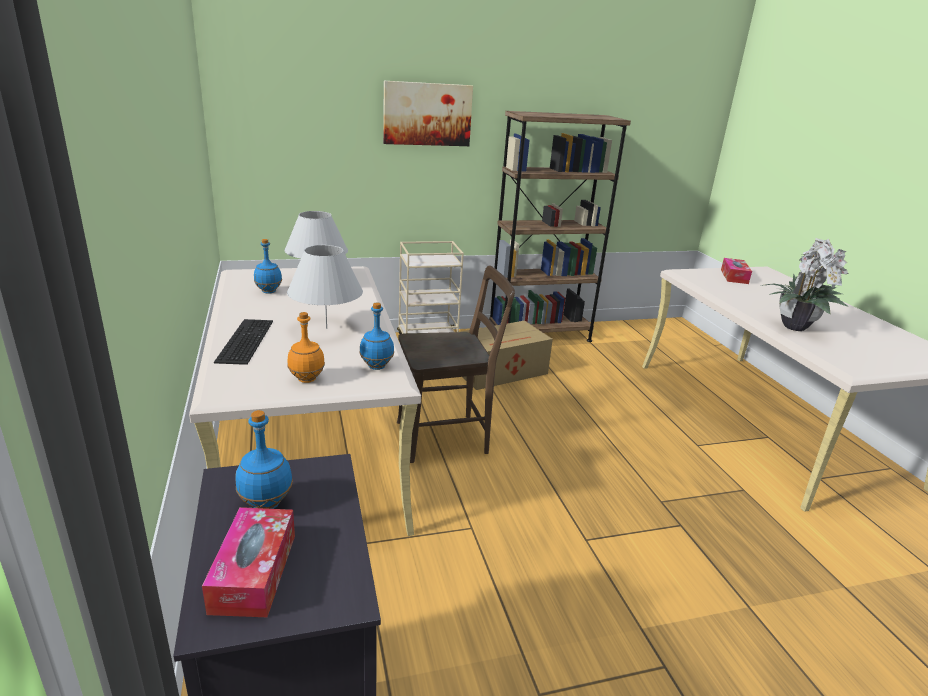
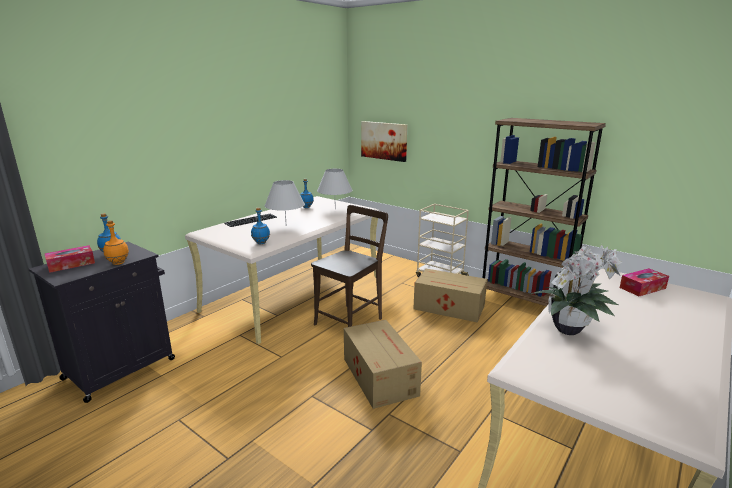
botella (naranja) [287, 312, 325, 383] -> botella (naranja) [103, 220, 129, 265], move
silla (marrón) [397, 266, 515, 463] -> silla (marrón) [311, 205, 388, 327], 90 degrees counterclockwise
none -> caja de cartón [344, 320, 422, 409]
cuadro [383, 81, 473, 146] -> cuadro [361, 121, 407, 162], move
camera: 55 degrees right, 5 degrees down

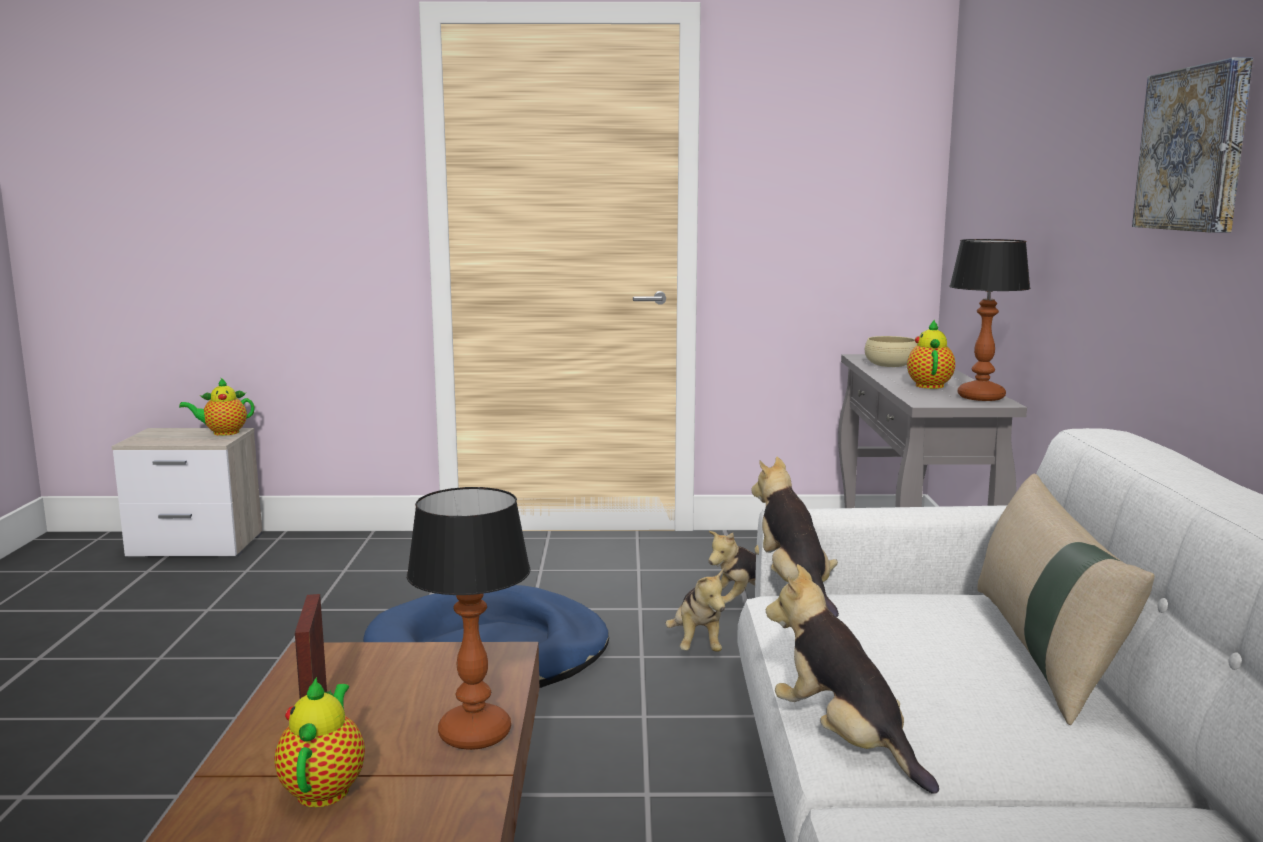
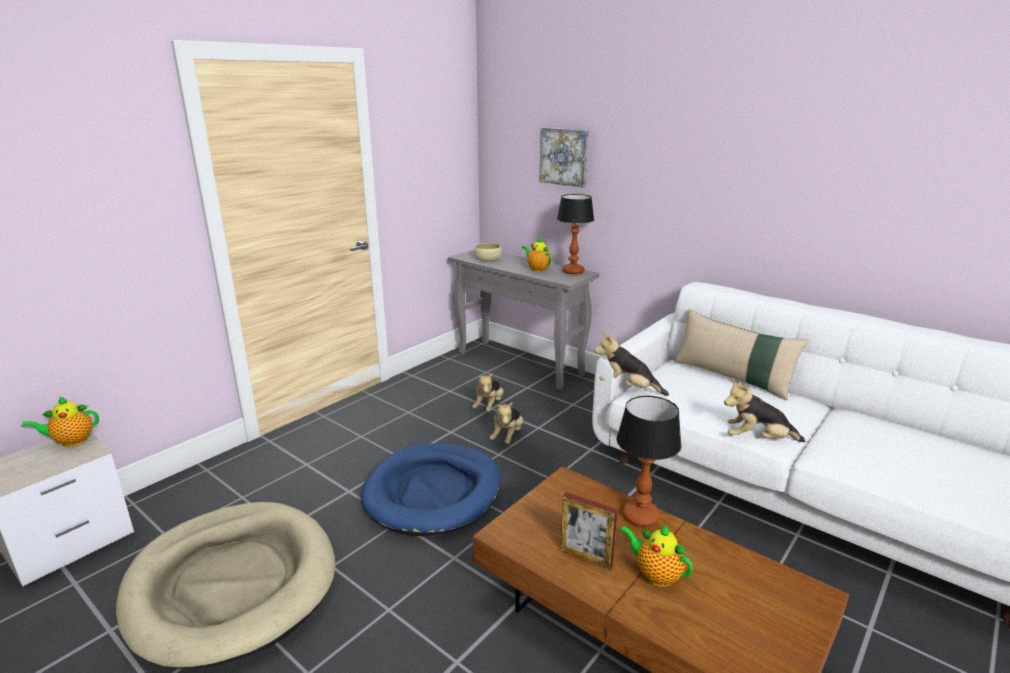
tetera [179, 378, 254, 436] -> tetera [21, 396, 99, 447], 45 degrees clockwise
none -> cama para perro (beis) [116, 502, 336, 669]
peluche [666, 568, 725, 652] -> peluche [490, 402, 523, 444], 75 degrees clockwise
cuadro [1132, 58, 1253, 233] -> cuadro [539, 128, 589, 187], move
camera: 50 degrees left, 10 degrees up

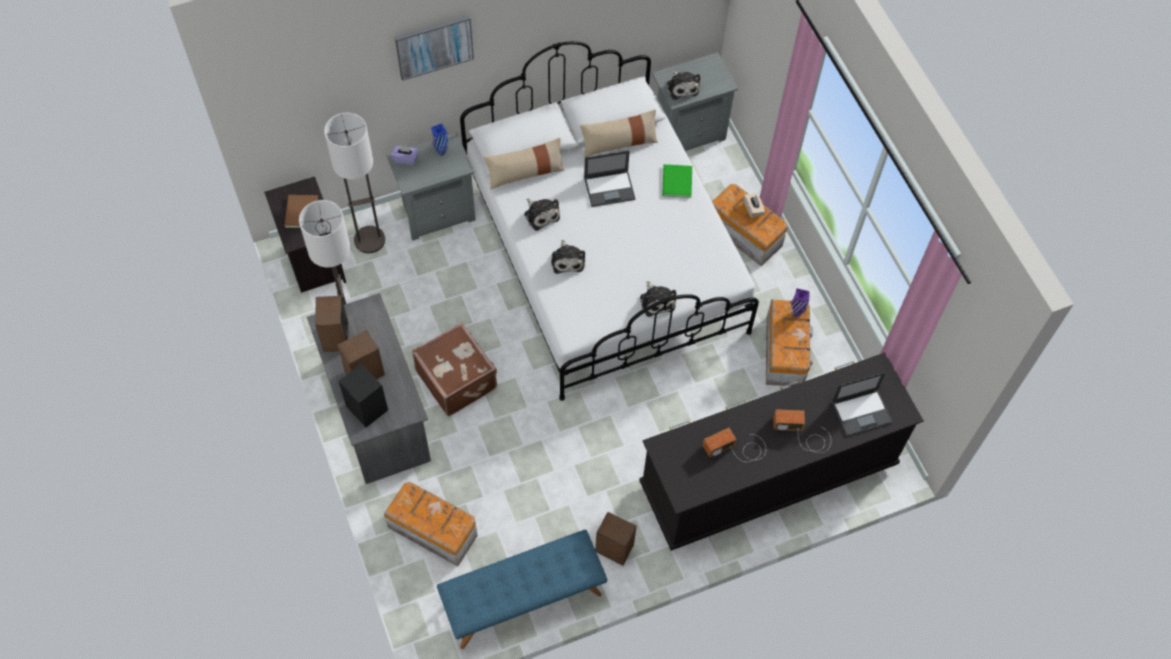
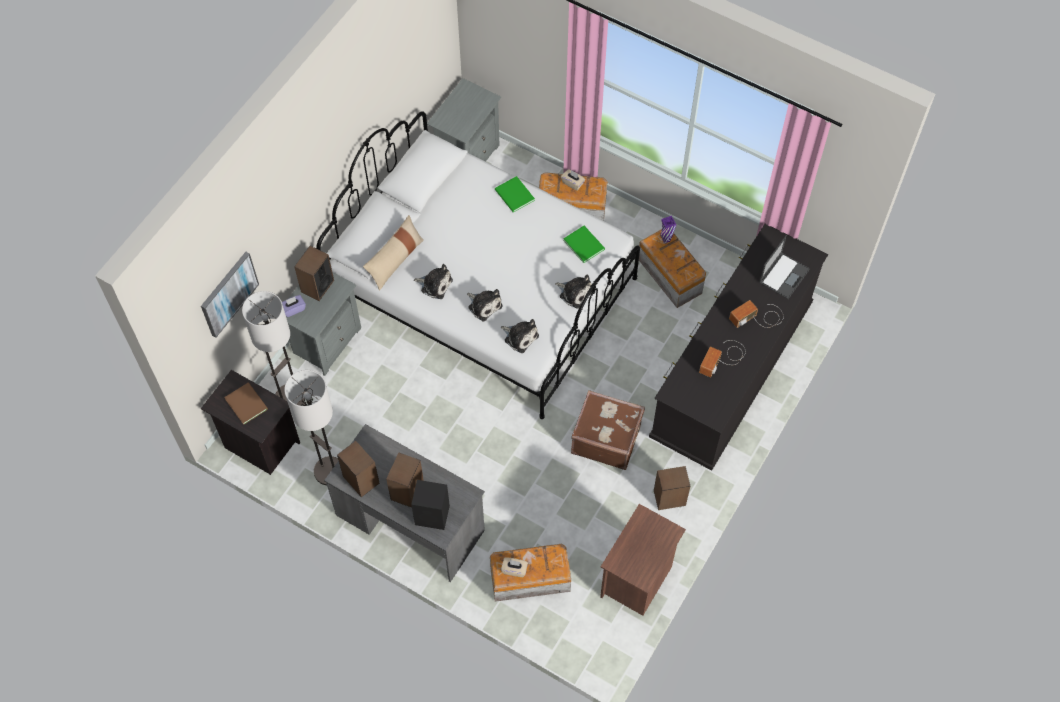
cuadro [395, 15, 474, 81] -> cuadro [201, 252, 259, 338], move
florero (azul) [431, 123, 448, 156] -> altavoz [294, 246, 334, 301]
peluche [667, 70, 700, 100] -> peluche [501, 319, 539, 353], move
none -> caja de pañuelos (beis) [501, 558, 528, 577]
none -> libro (verde) [563, 226, 605, 263]
maleta (marrón) [412, 322, 497, 416] -> maleta (marrón) [571, 390, 645, 470], move
banco (azul) [437, 529, 608, 649] -> mesita de noche (marrón) [600, 504, 686, 616]
cojín (beis) [580, 109, 658, 158] -> none
portátil [584, 151, 635, 207] -> none
camera: 35 degrees left, 0 degrees up

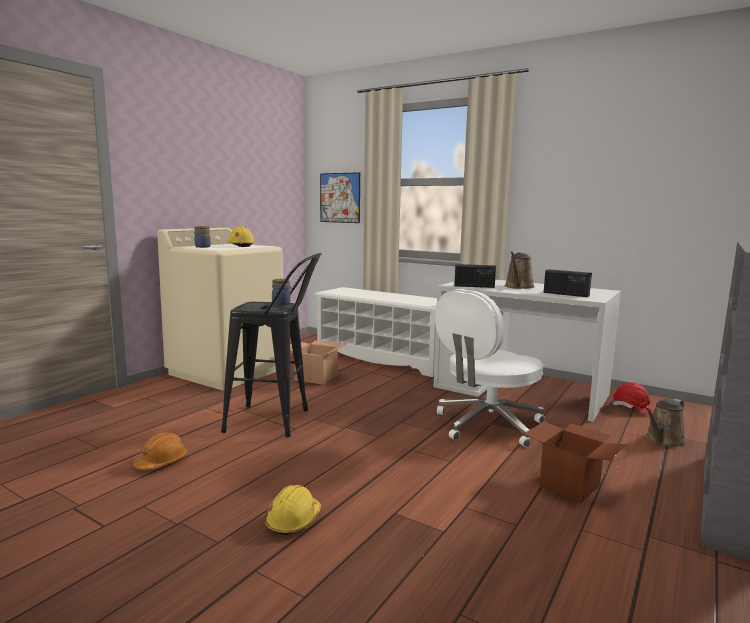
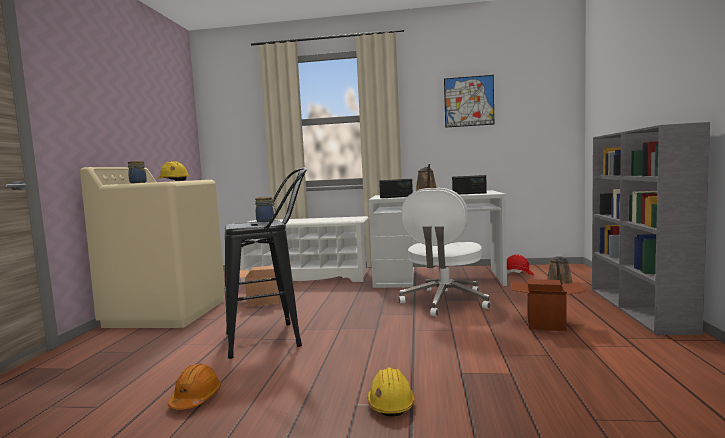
cuadro [320, 172, 360, 223] -> cuadro [444, 75, 494, 128], move
camera: 25 degrees left, 5 degrees down

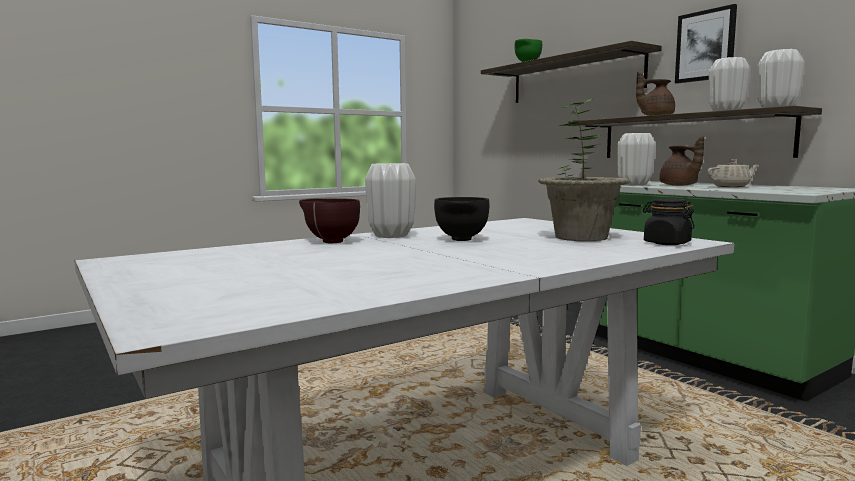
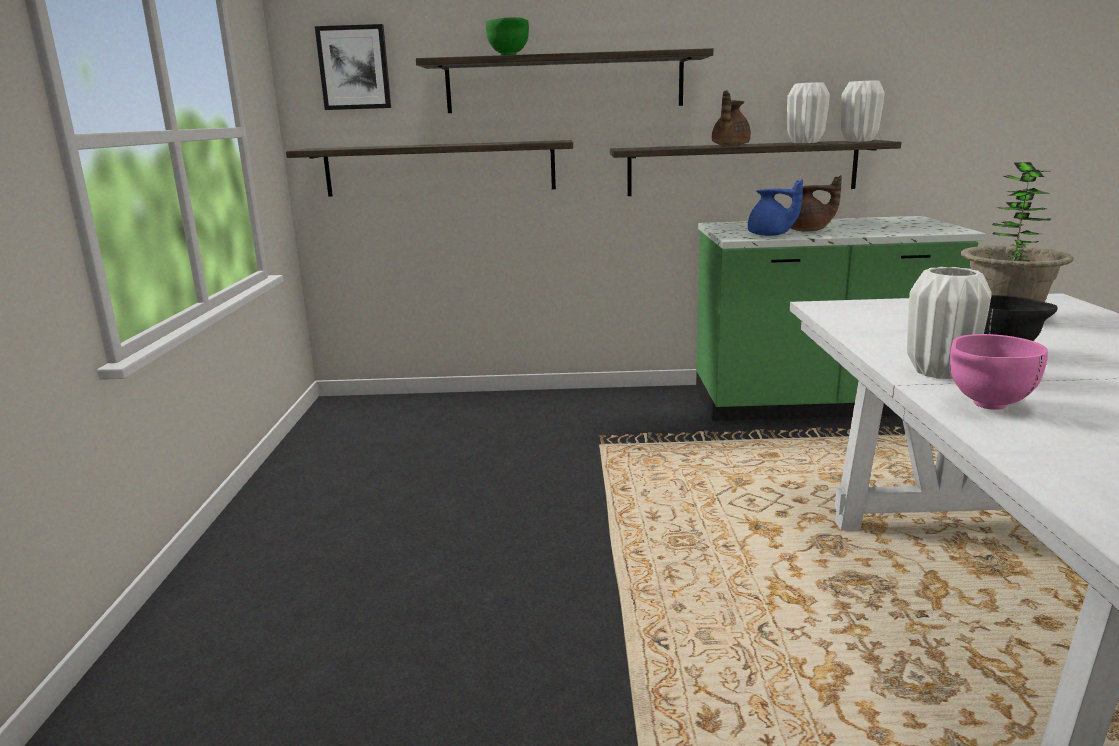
none -> estante [286, 140, 573, 197]
cuadro [675, 4, 737, 84] -> cuadro [315, 24, 391, 110], move
florero (blanco) [617, 133, 656, 185] -> tetera (azul) [748, 179, 803, 236]
cuenco (marrón) [299, 199, 360, 243] -> cuenco (rosa) [950, 334, 1048, 410]
tarro (negro) [643, 199, 695, 245] -> none
tetera (beis) [707, 159, 758, 187] -> none
camera: 55 degrees left, 10 degrees up

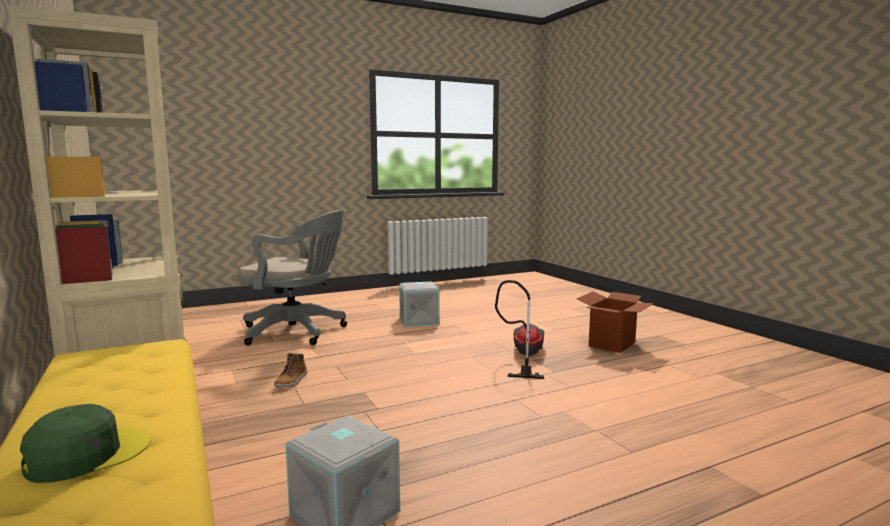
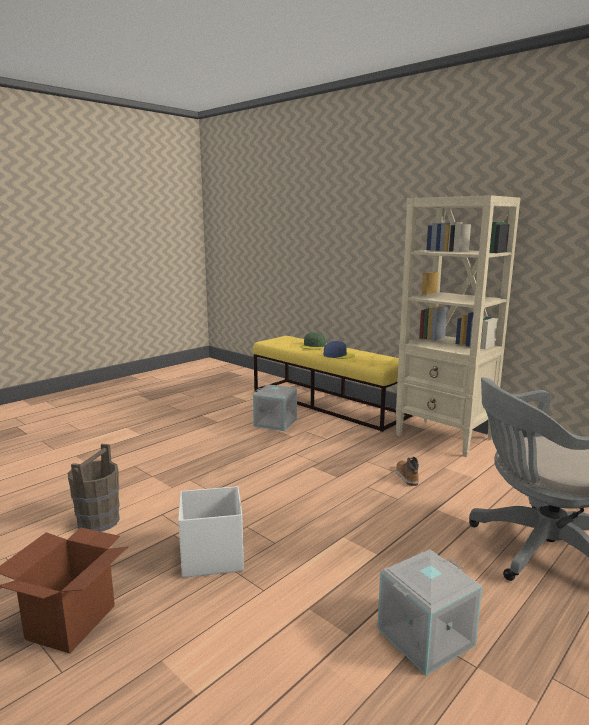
none -> cubo (marrón) [68, 444, 120, 532]
aspiradora [495, 280, 544, 379] -> caja de almacenaje (blanco) [178, 486, 244, 578]
none -> gorra (azul) [323, 341, 355, 359]
camera: 160 degrees right, 5 degrees up

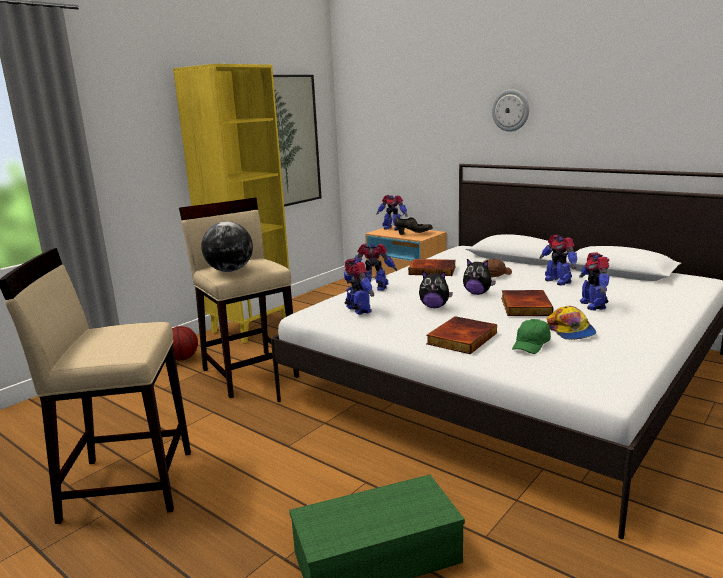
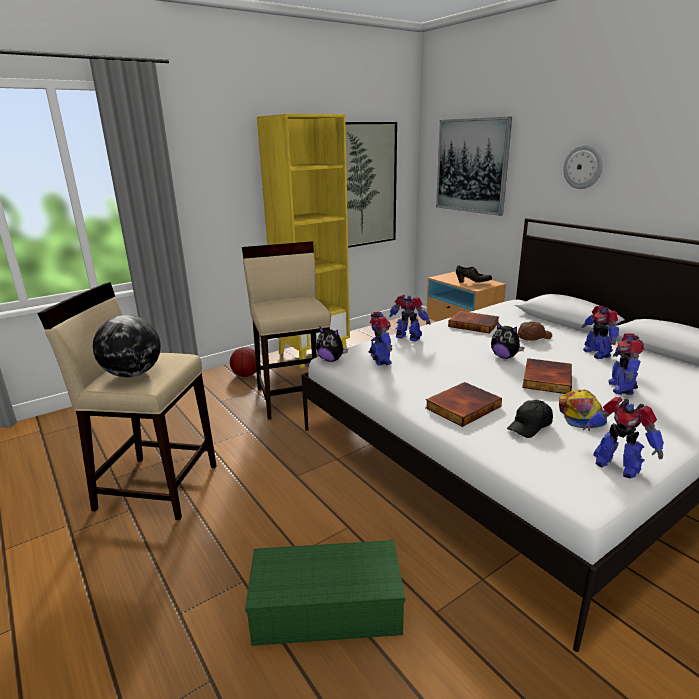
globo terráqueo [201, 221, 253, 272] -> globo terráqueo [93, 315, 161, 377], move
peluche [419, 271, 453, 308] -> peluche [316, 326, 348, 362], move
none -> cuadro [436, 117, 512, 216]
gorra (verde) [512, 319, 551, 354] -> gorra (negro) [507, 400, 553, 438]
robot de juguete [376, 195, 407, 230] -> robot de juguete [583, 397, 664, 479], move
camera: 15 degrees right, 5 degrees up

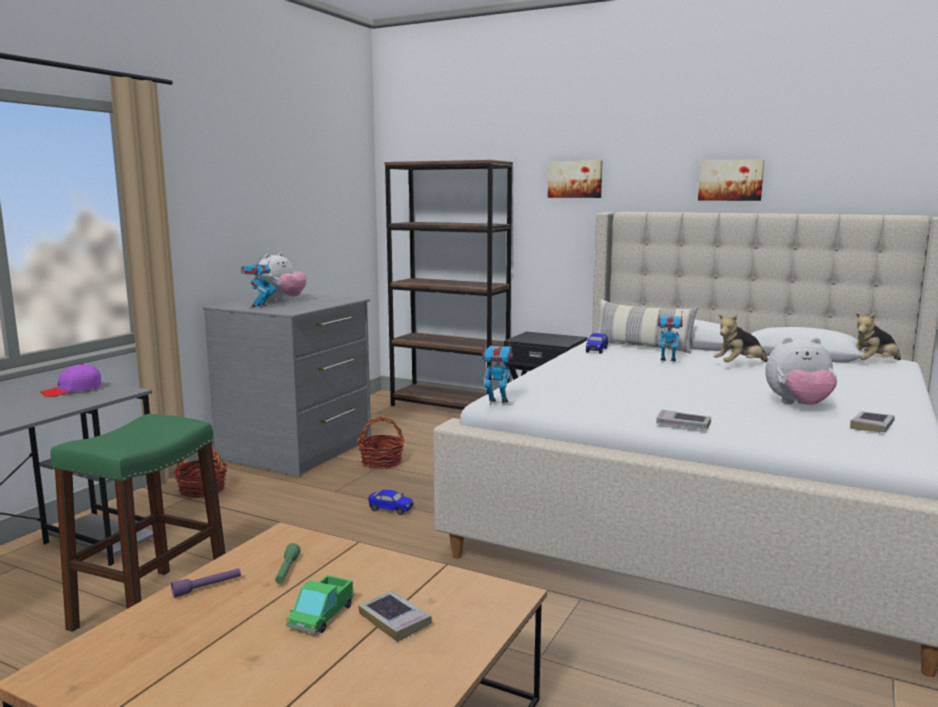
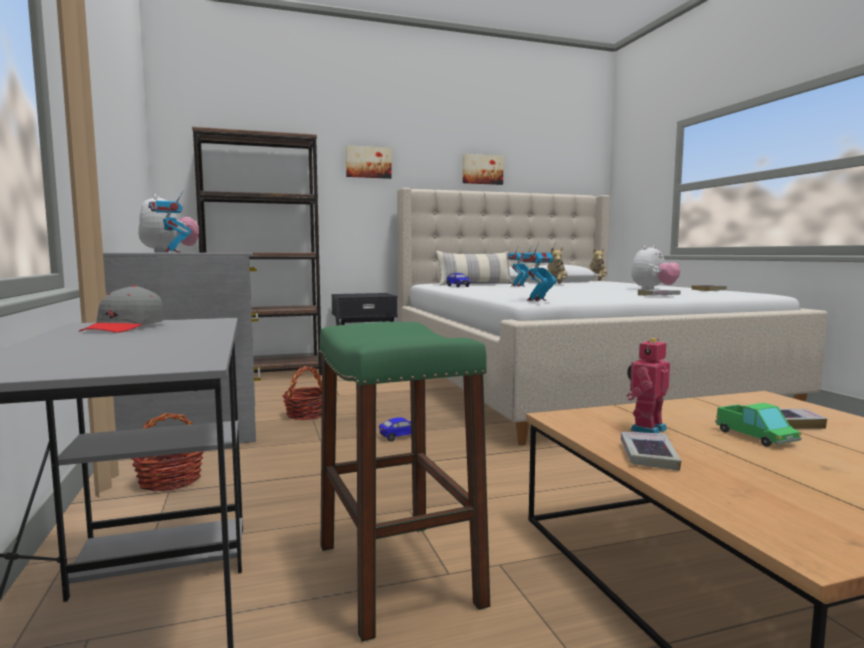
gorra (morado) [40, 364, 102, 397] -> gorra (gris) [79, 285, 164, 333]
linterna (morado) [171, 568, 241, 598] -> libro [621, 432, 681, 471]
linterna (verde) [275, 543, 301, 584] -> robot de juguete [627, 338, 670, 433]
camera: 45 degrees left, 5 degrees down

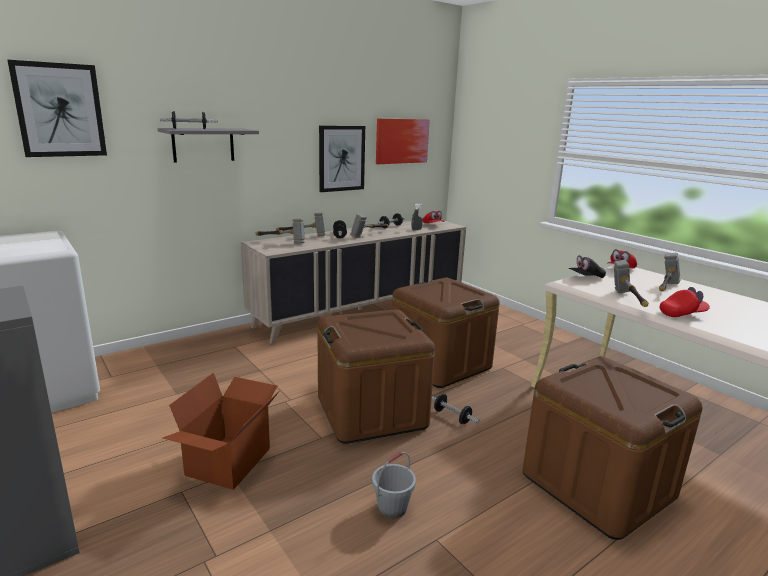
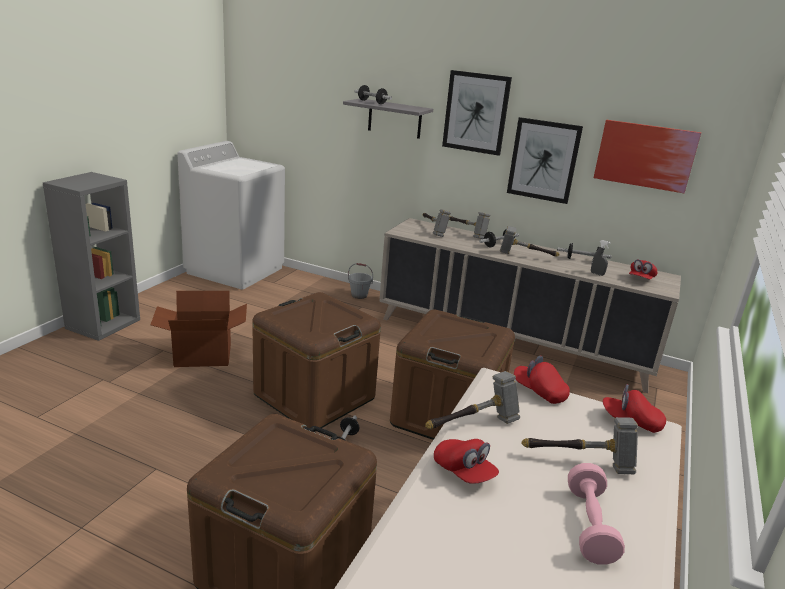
cubo (gris) [372, 452, 416, 518] -> cubo (gris) [348, 263, 373, 299], move
cuadro [7, 60, 107, 157] -> cuadro [442, 70, 512, 156], move
gorra (negro) [569, 255, 606, 278] -> gorra (rojo) [514, 356, 570, 404]
none -> mancuerna (rosa) [568, 463, 625, 565]
camera: 60 degrees right, 5 degrees up

